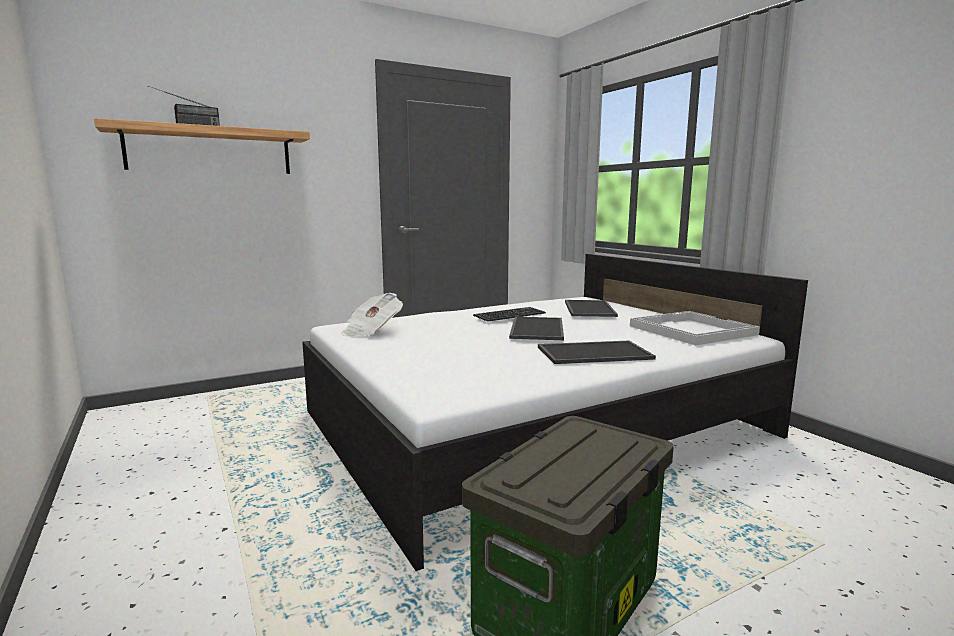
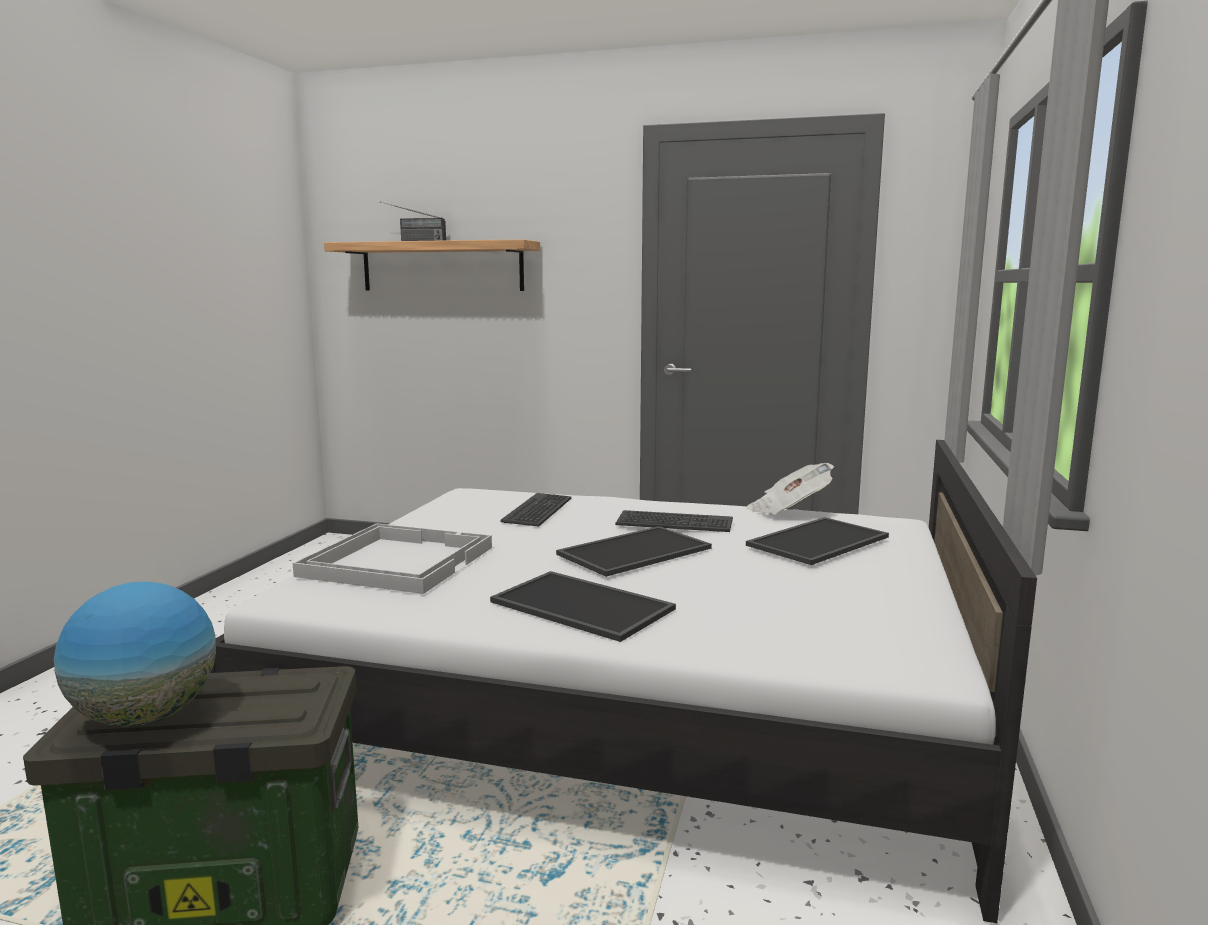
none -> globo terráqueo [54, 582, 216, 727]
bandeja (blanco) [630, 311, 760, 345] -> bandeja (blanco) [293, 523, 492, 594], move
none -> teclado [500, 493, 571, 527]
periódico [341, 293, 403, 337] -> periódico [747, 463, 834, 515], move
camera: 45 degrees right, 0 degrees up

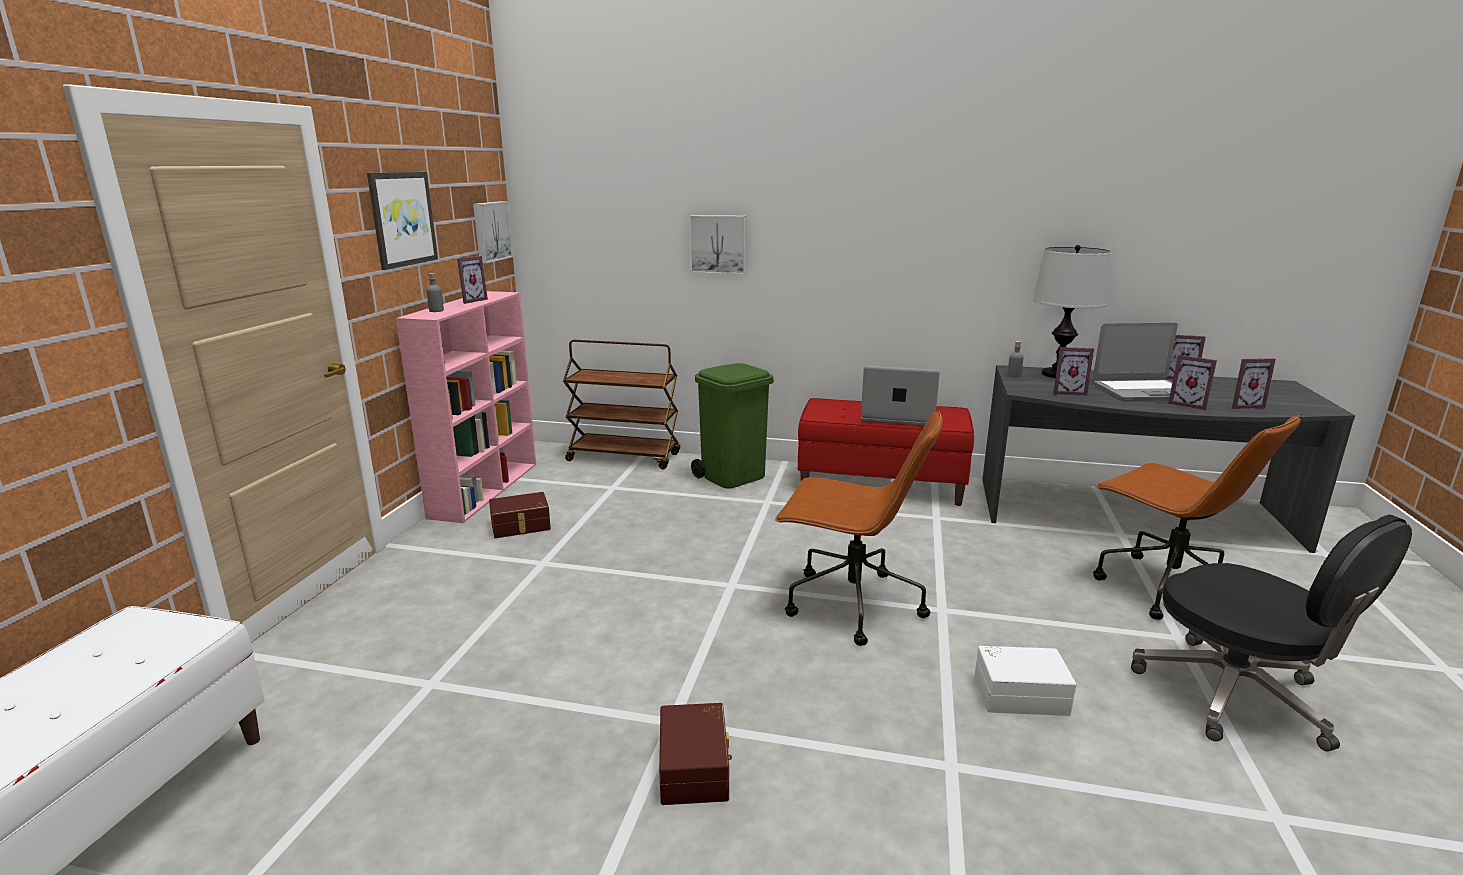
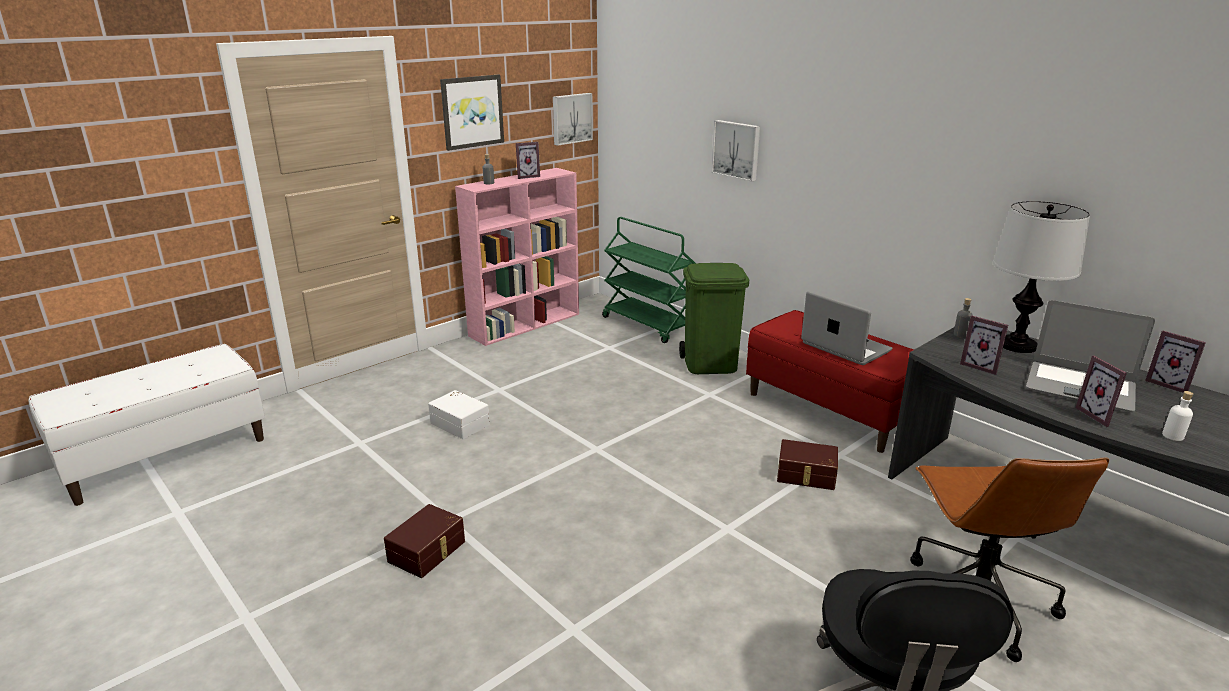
caja de almacenaje (blanco) [975, 646, 1076, 716] -> caja de almacenaje (blanco) [428, 390, 490, 439], move
carrito (marrón) [563, 340, 680, 469] -> carrito (verde) [602, 217, 696, 343]
caja de almacenaje (marrón) [489, 492, 551, 538] -> caja de almacenaje (marrón) [777, 439, 838, 490], move
portarretratos [1232, 358, 1276, 409] -> botella (blanco) [1162, 391, 1193, 441]
silla de oficina (marrón) [775, 411, 943, 646] -> none
camera: 35 degrees right, 5 degrees up

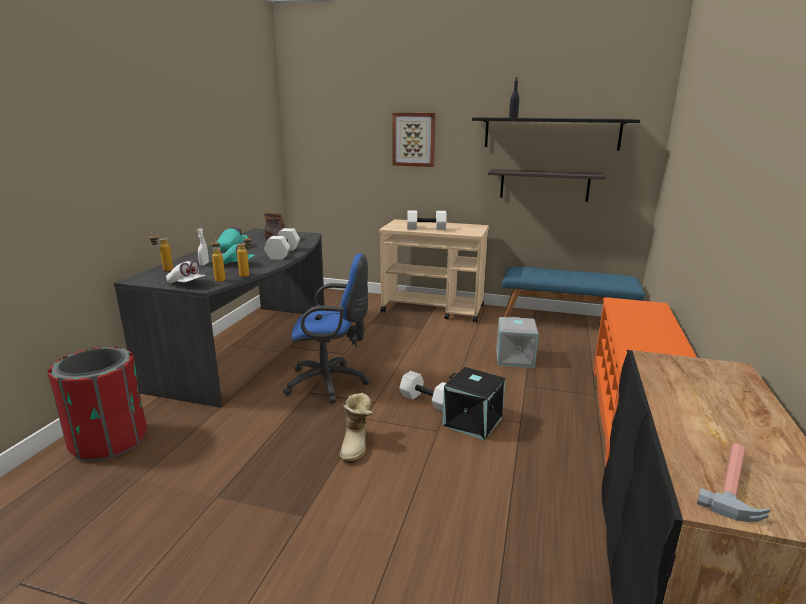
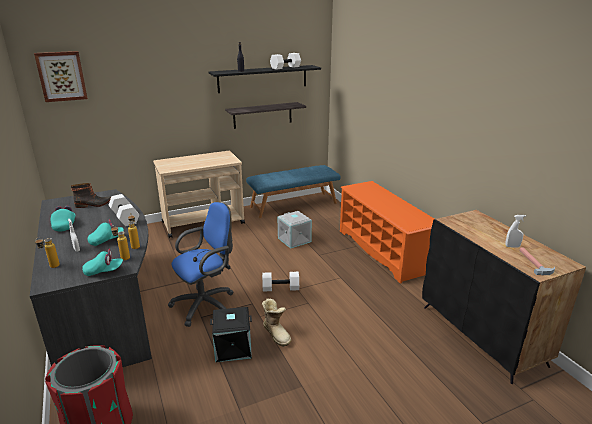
cuadro [392, 113, 436, 167] -> cuadro [34, 51, 88, 102], move
gorra (blanco) [166, 260, 206, 283] -> gorra (turquesa) [82, 249, 123, 276]
caja de almacenaje (negro) [442, 367, 506, 440] -> caja de almacenaje (negro) [210, 307, 252, 362], move
mancuerna (blanco) [407, 210, 446, 230] -> mancuerna (blanco) [270, 53, 301, 70], move
none -> pulverizador (blanco) [505, 215, 526, 248]
camera: 40 degrees left, 5 degrees up

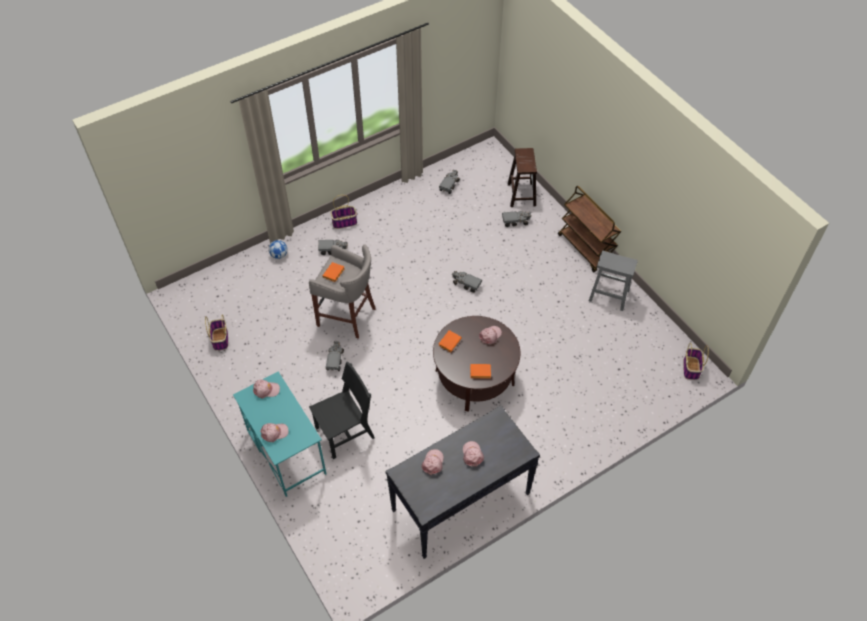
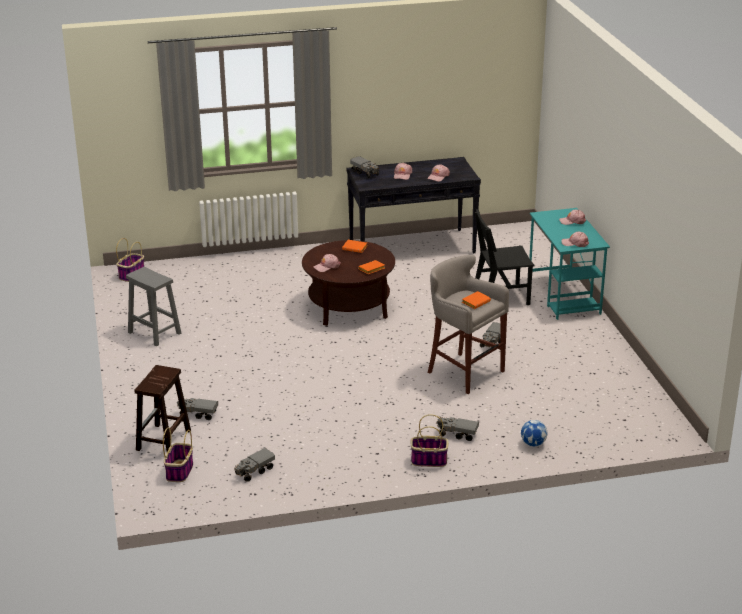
cesta [205, 315, 228, 351] -> cesta [163, 427, 193, 482], move
camión de juguete [452, 270, 482, 293] -> camión de juguete [350, 156, 379, 178], move
carrito (marrón) [558, 186, 621, 272] -> none
camera: 160 degrees left, 25 degrees down

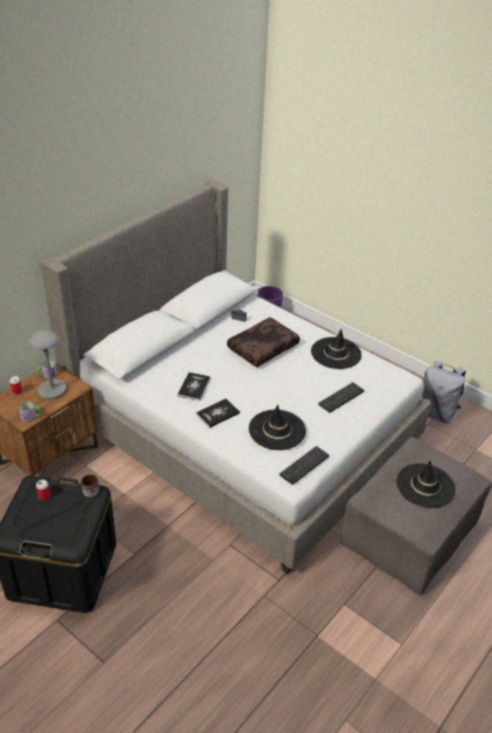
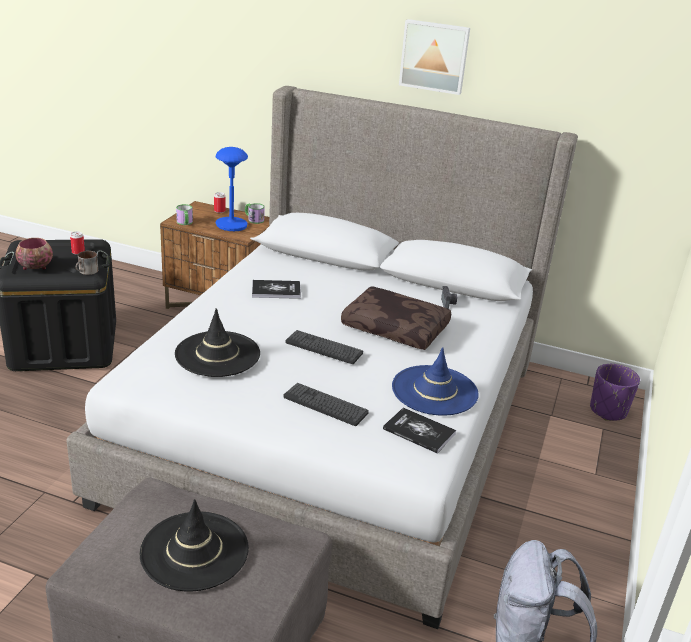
none -> cuenco [16, 238, 53, 270]
lámpara de mesa (gris) [29, 330, 66, 399] -> lámpara de mesa (azul) [216, 147, 248, 231]
teclado [280, 446, 329, 485] -> teclado [285, 330, 363, 364], move
libro [196, 399, 240, 428] -> libro [383, 407, 456, 454], move
sombrero (negro) [311, 329, 362, 369] -> sombrero (azul) [392, 347, 478, 416]
none -> cuadro [399, 19, 470, 95]
camera: 70 degrees right, 10 degrees down

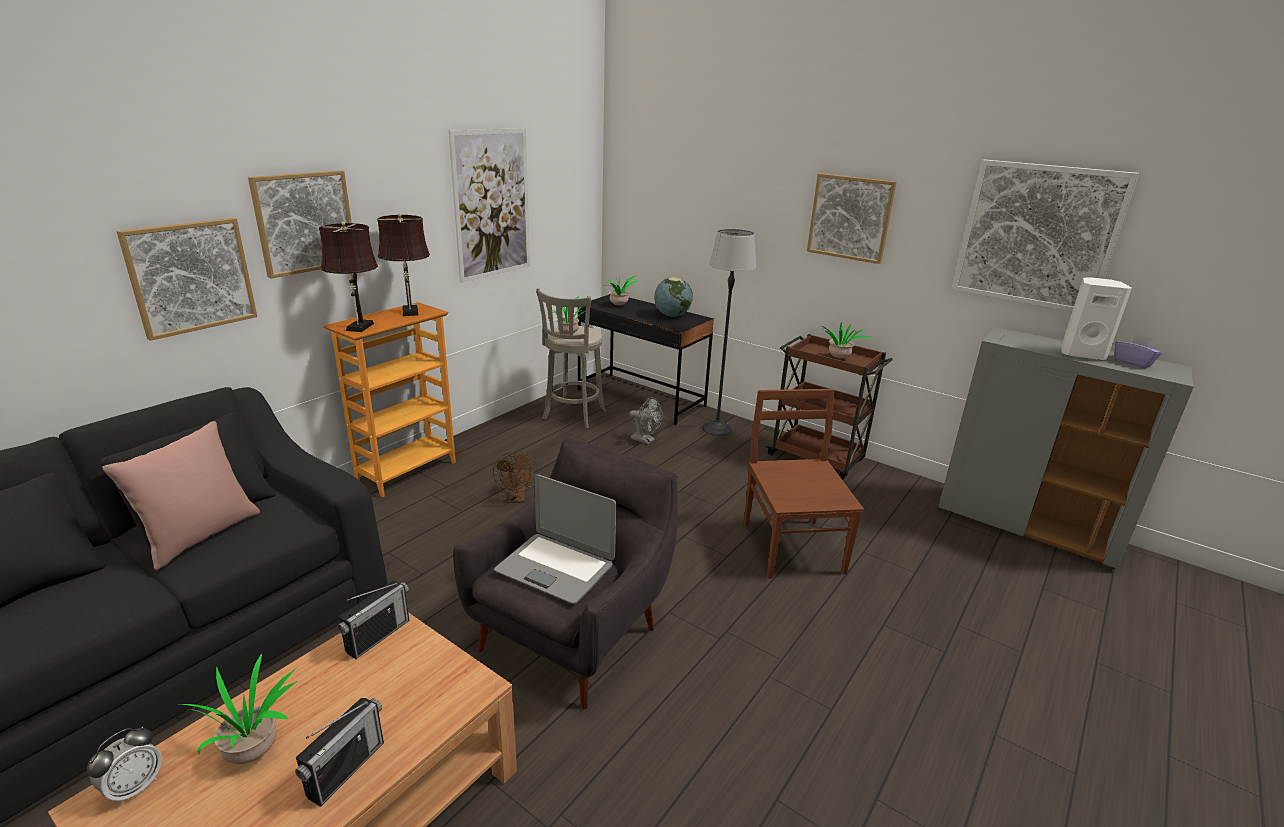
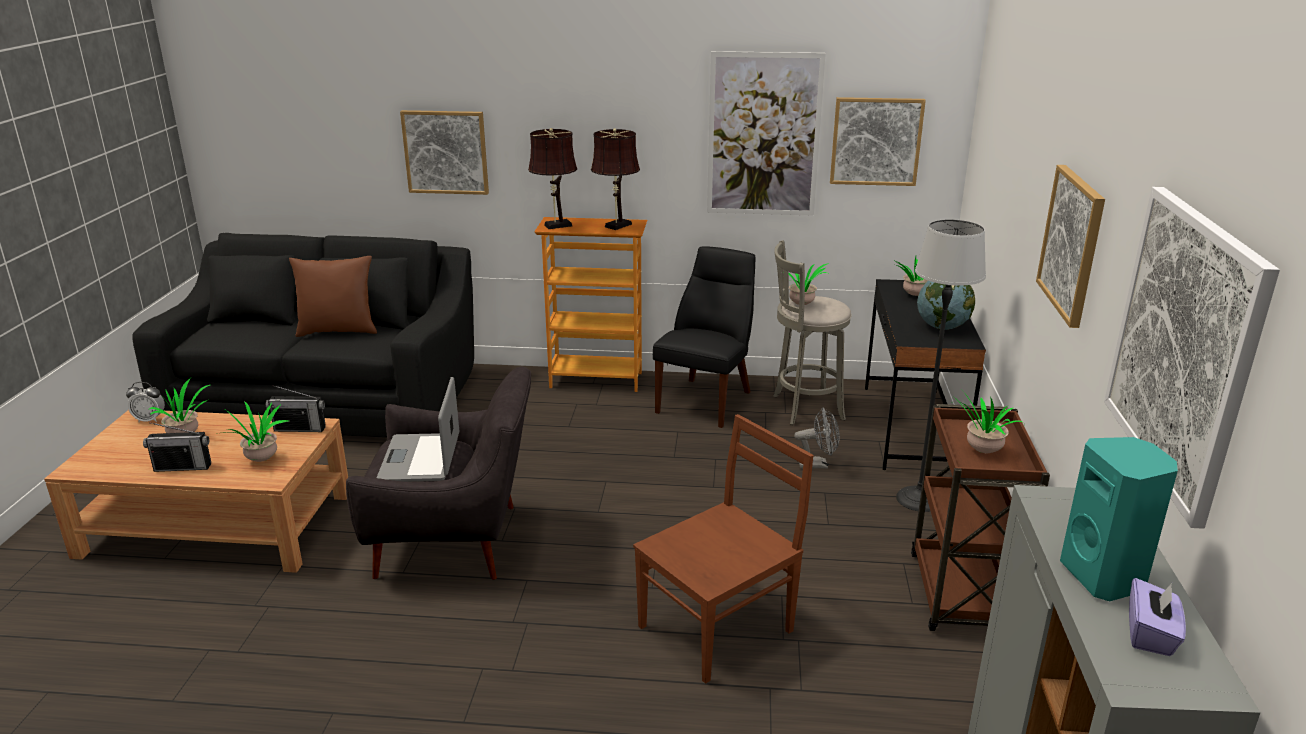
none -> planta en maceta [223, 401, 289, 462]
cojín (rosa) [102, 421, 260, 570] -> cojín (marrón) [289, 256, 377, 337]
none -> silla (negro) [653, 246, 755, 428]
ventilador (gris) [629, 397, 663, 444] -> ventilador (gris) [794, 408, 840, 469], 90 degrees counterclockwise
cuadro [248, 170, 352, 278] -> cuadro [830, 97, 926, 186], move
altavoz (blanco) [1061, 277, 1132, 360] -> altavoz (turquesa) [1060, 437, 1178, 601]
ventilador (marrón) [493, 451, 538, 503] -> none
camera: 60 degrees right, 0 degrees up

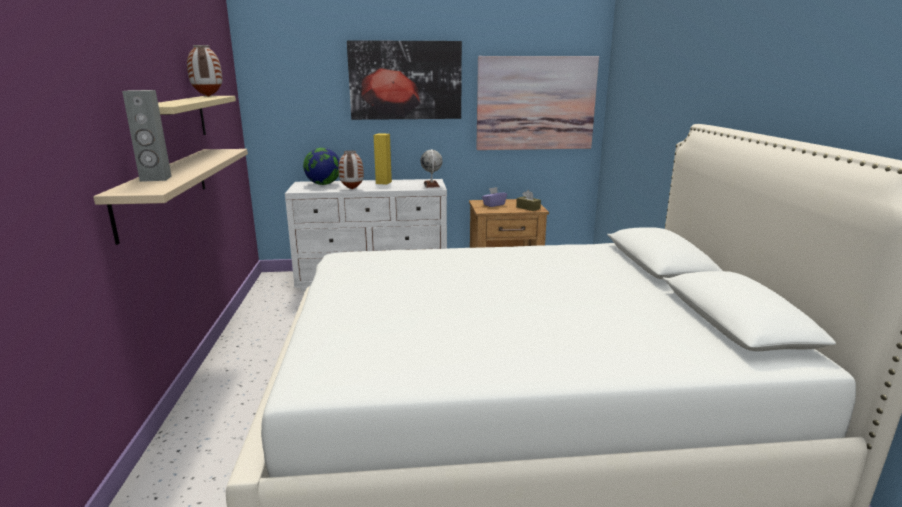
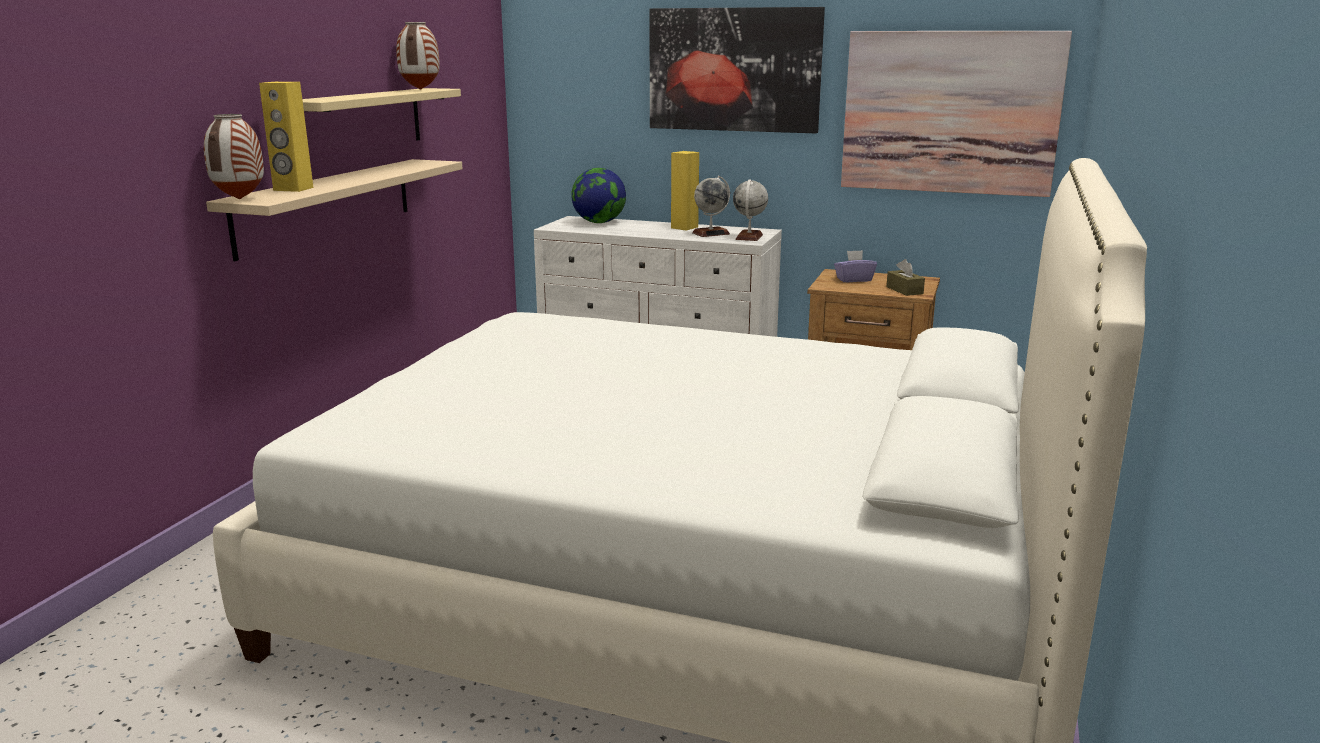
florero [338, 151, 364, 189] -> florero [204, 114, 264, 199], move
altavoz (gris) [122, 90, 172, 182] -> altavoz (amarillo) [259, 82, 314, 192]
none -> globo terráqueo [692, 176, 730, 237]
camera: 25 degrees right, 0 degrees up

